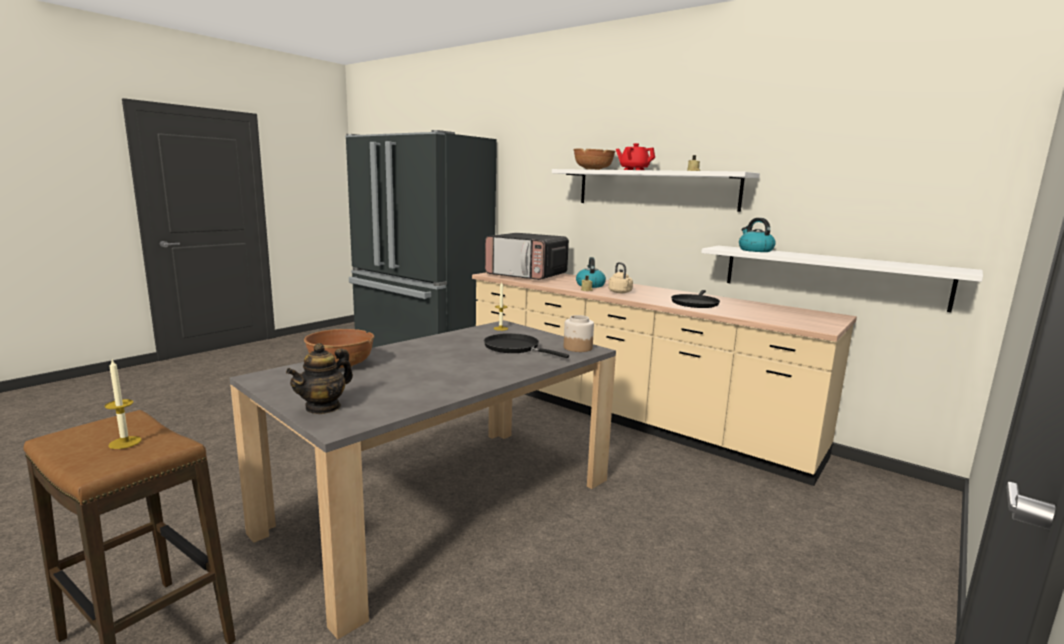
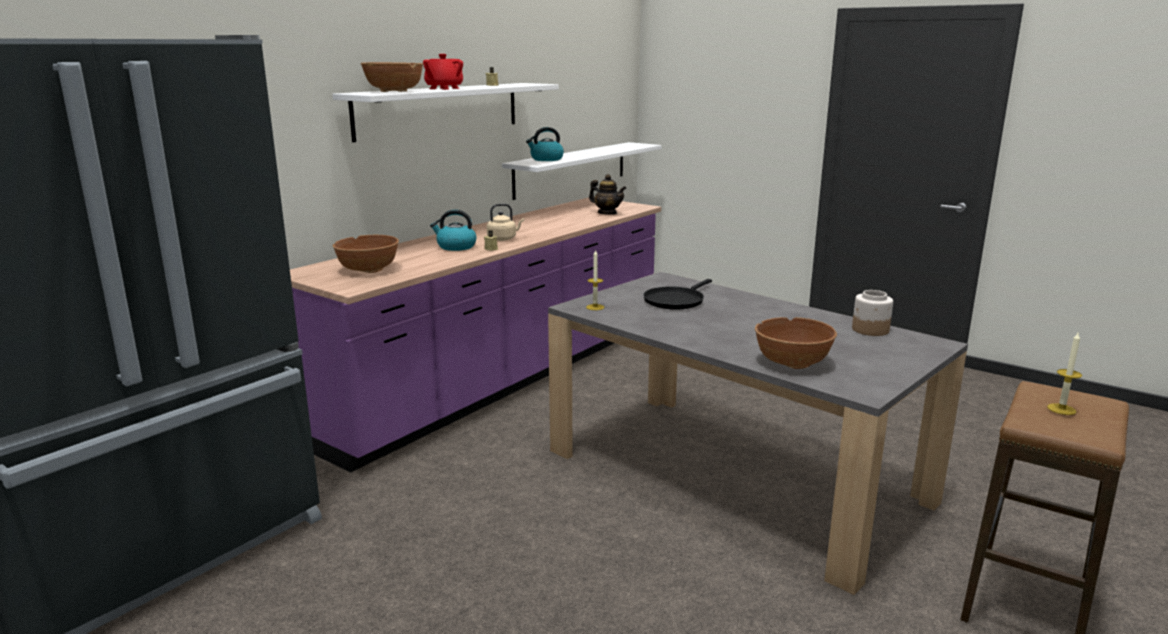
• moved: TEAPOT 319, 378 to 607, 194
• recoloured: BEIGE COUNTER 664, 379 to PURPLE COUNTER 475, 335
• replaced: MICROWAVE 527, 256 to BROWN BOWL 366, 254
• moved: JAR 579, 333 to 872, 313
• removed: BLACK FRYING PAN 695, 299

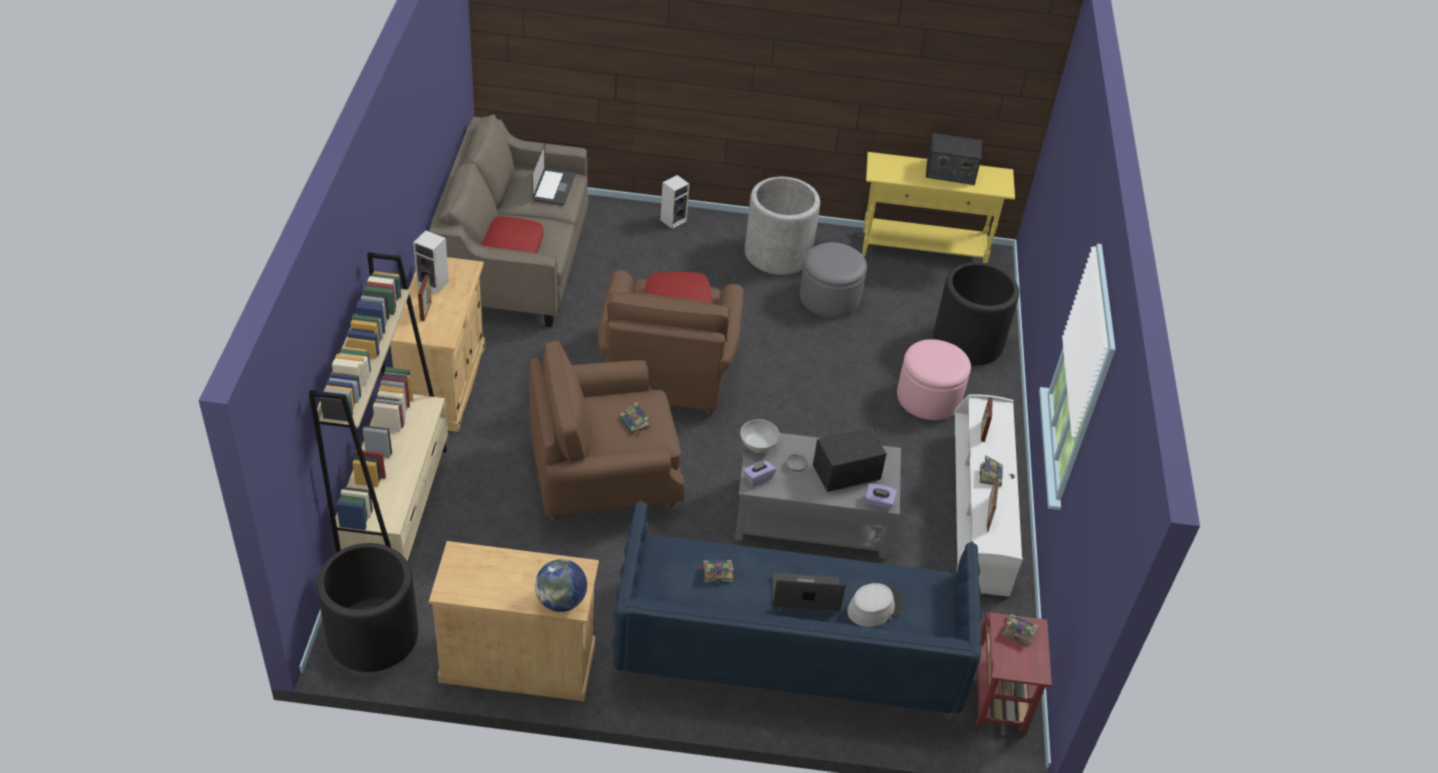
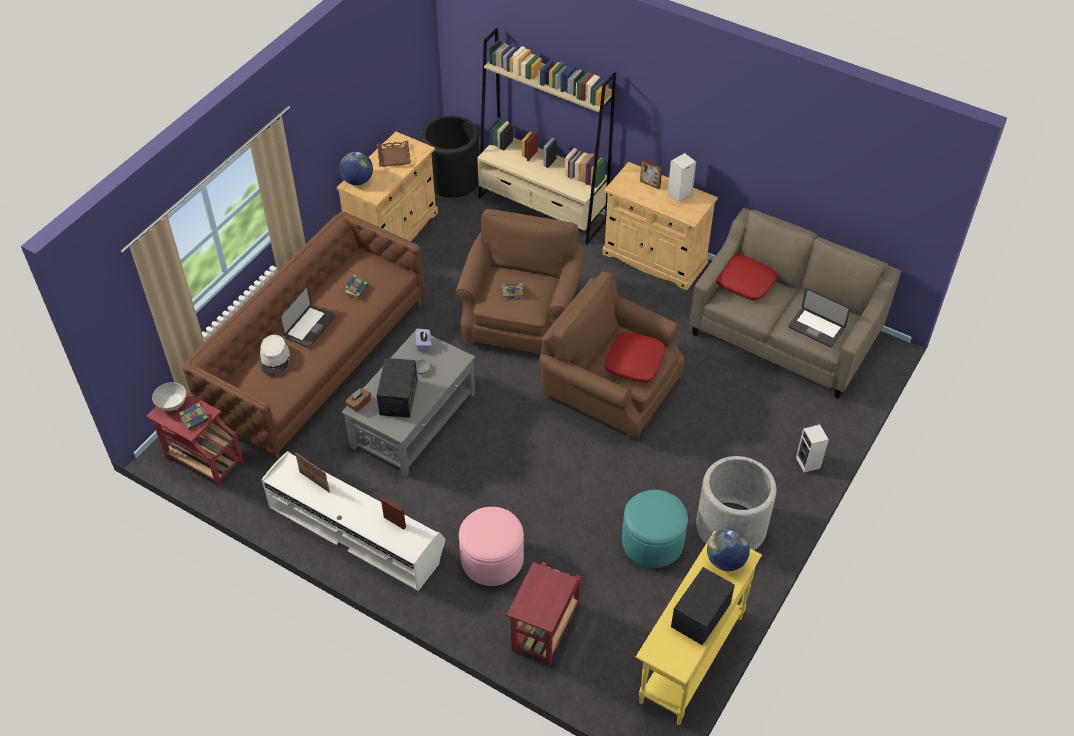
• recoloured: BLUE SOFA 797, 611 to BROWN SOFA 303, 336
• moved: WHITE BOWL 760, 435 to 169, 396
• recoloured: GREY OTTOMAN 833, 280 to TURQUOISE OTTOMAN 655, 529
• recoloured: PURPLE TISSUE BOX 881, 496 to BROWN TISSUE BOX 358, 400
• replaced: BLACK PLANTER 976, 313 to RED SIDE TABLE 543, 614
• removed: BOOK 991, 471
• added: BROWN TRAY 394, 154
• added: GLOBE 728, 549

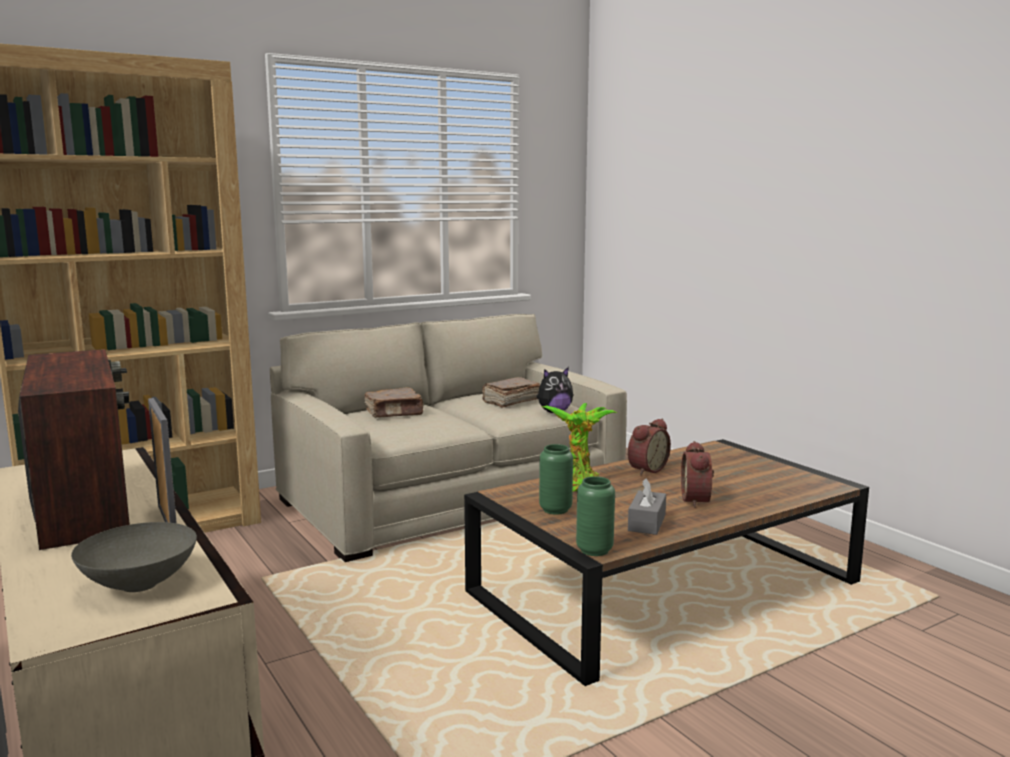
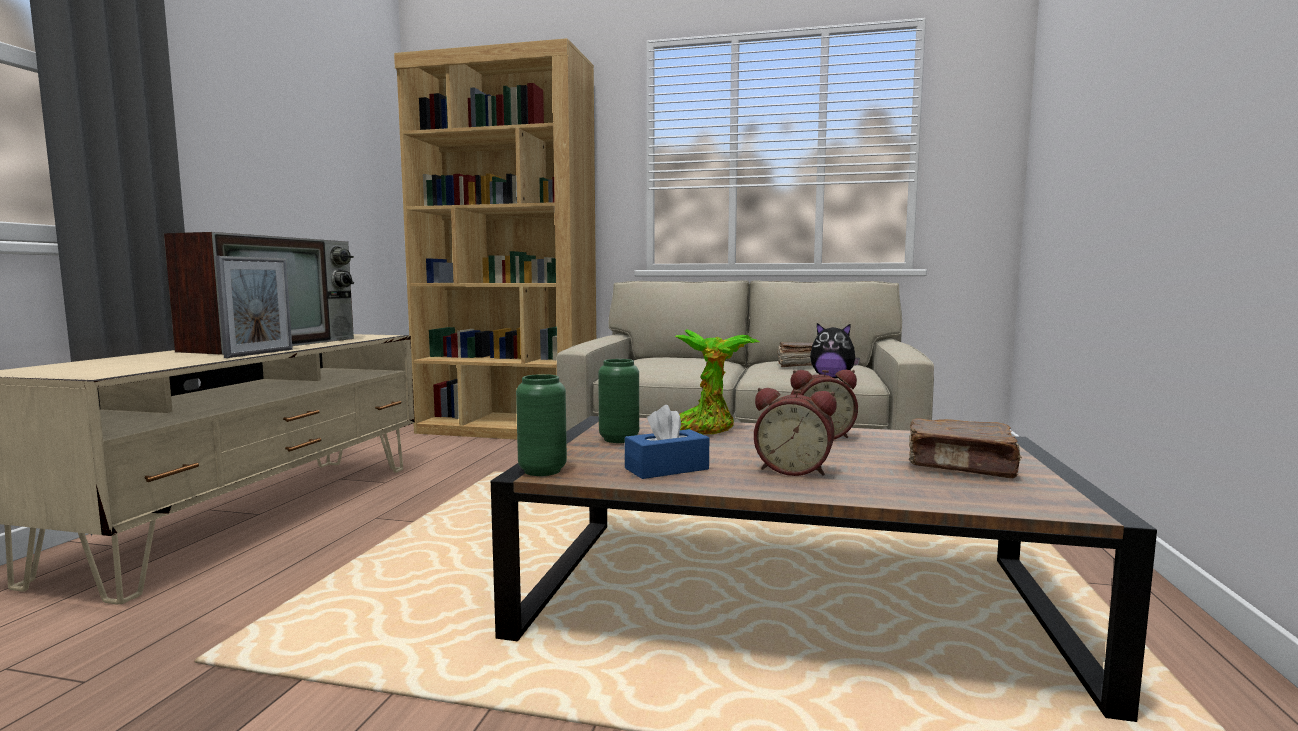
• removed: GREY BOWL 134, 557
• moved: BROWN BOOK 394, 402 to 965, 448
• recoloured: GREY TISSUE BOX 647, 506 to BLUE TISSUE BOX 667, 442
• turned: ALARM CLOCK 697, 474 = 795, 432 120 degrees counterclockwise

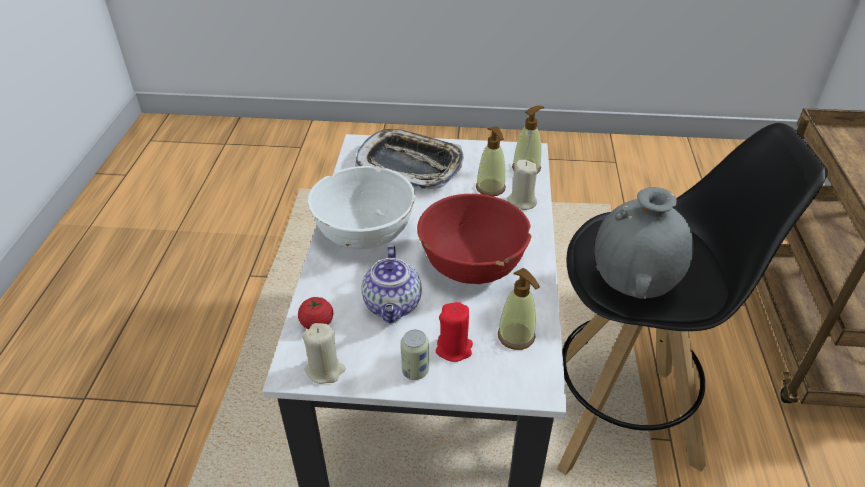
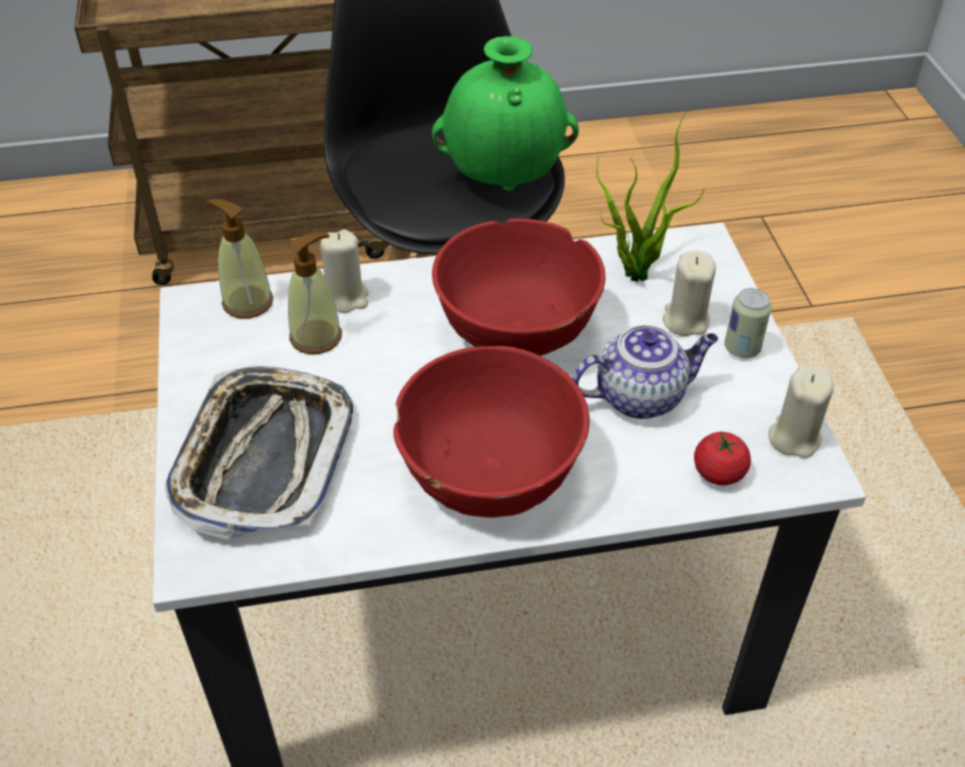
• recoloured: WHITE BOWL 362, 207 to RED BOWL 491, 432
• recoloured: RED CANDLE 454, 332 to BEIGE CANDLE 689, 293
• replaced: SOAP DISPENSER 519, 309 to POTTED PLANT 650, 194
• recoloured: GREY VASE 643, 243 to GREEN VASE 505, 113

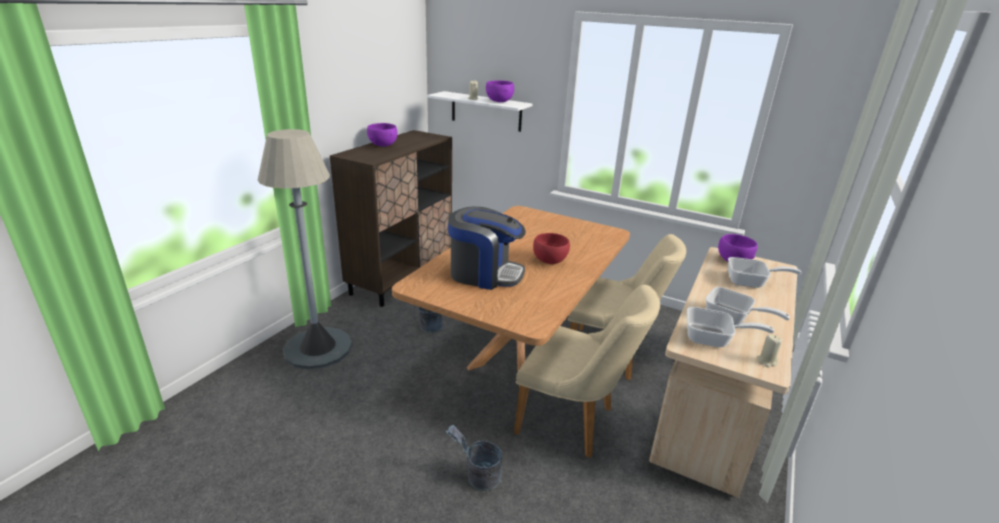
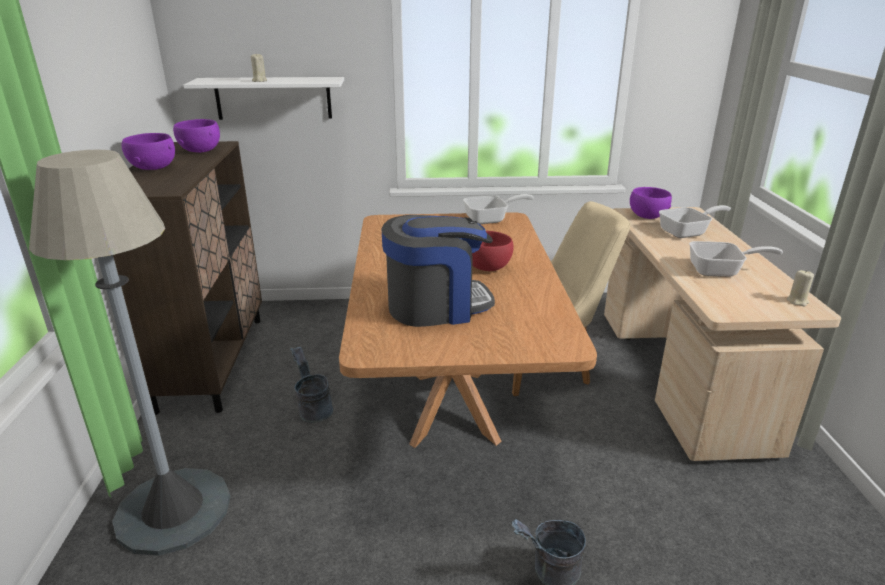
• moved: PURPLE BOWL 500, 91 to 196, 136
• removed: BEIGE CHAIR 587, 371
• moved: FRYING PAN 730, 327 to 498, 209

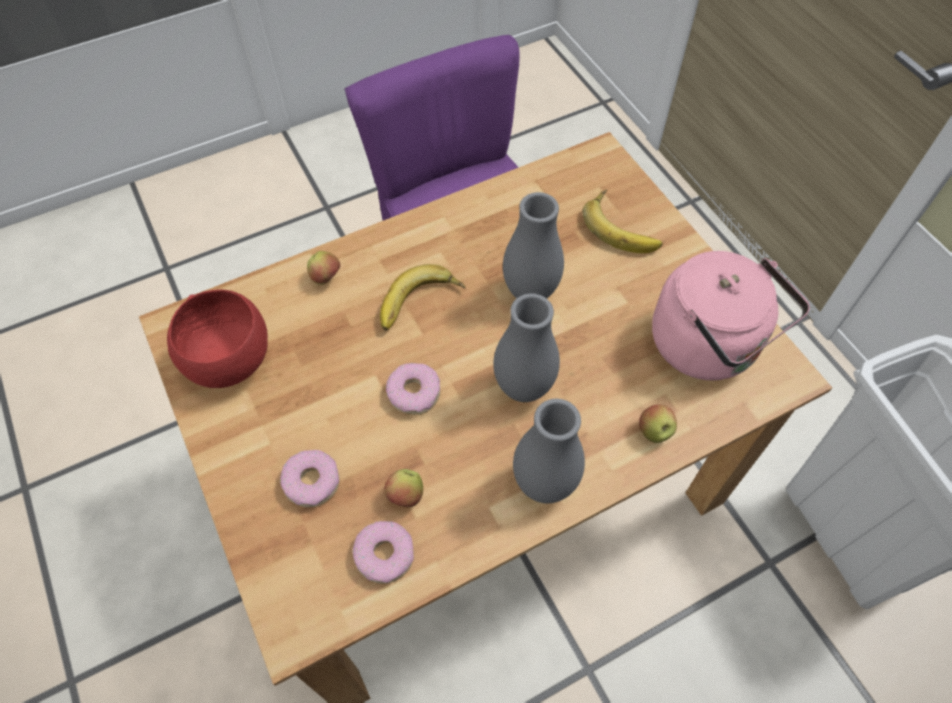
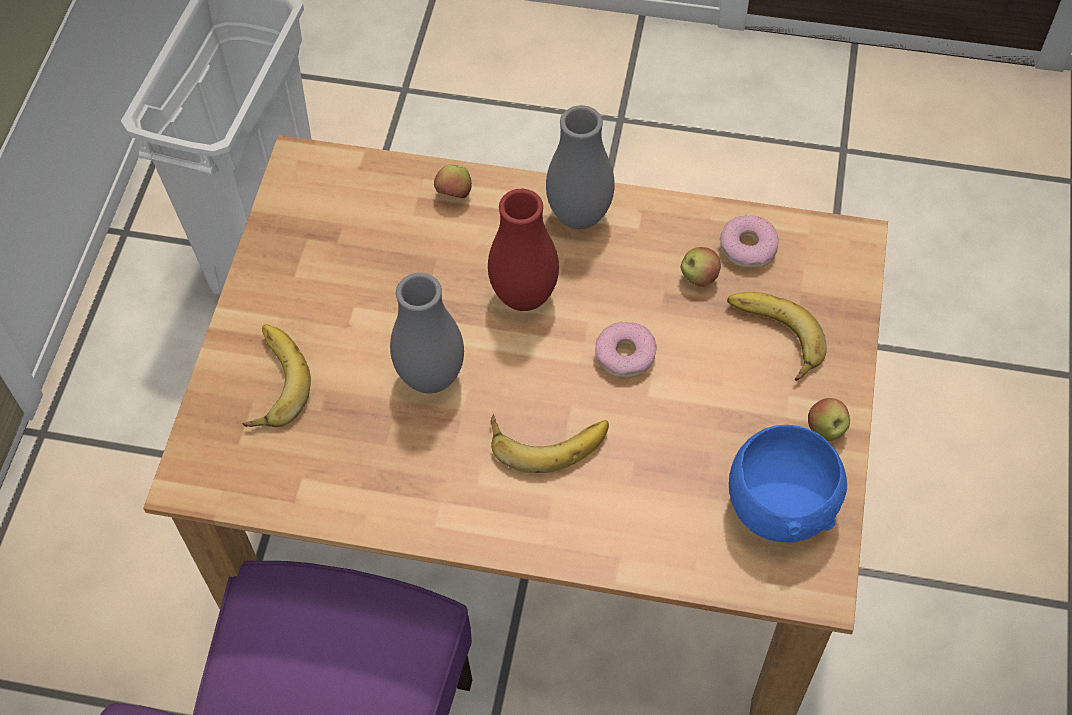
• recoloured: RED BOWL 217, 338 to BLUE BOWL 788, 484
• replaced: DONUT 309, 479 to BANANA 777, 336
• moved: APPLE 323, 268 to 829, 419
• recoloured: GREY VASE 526, 347 to RED VASE 523, 250
• removed: PINK KETTLE 731, 315

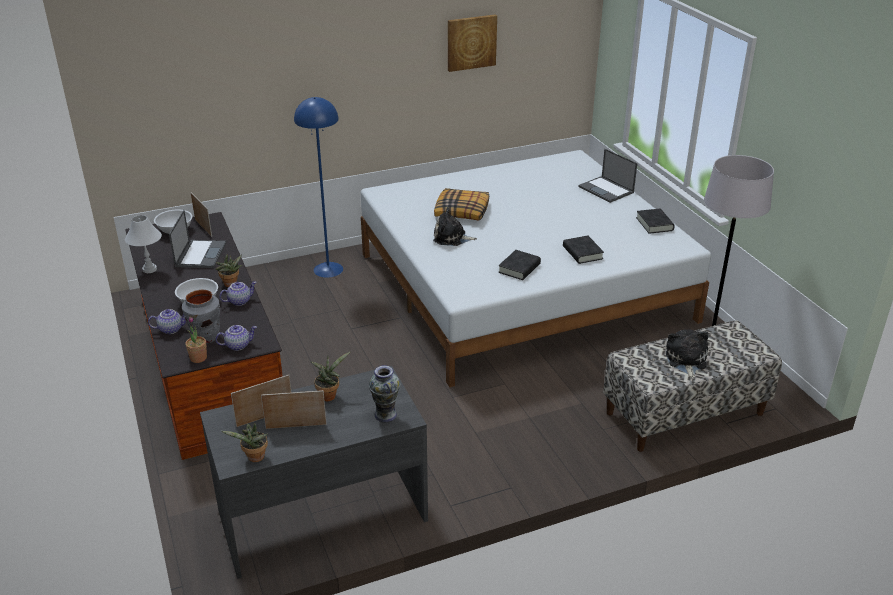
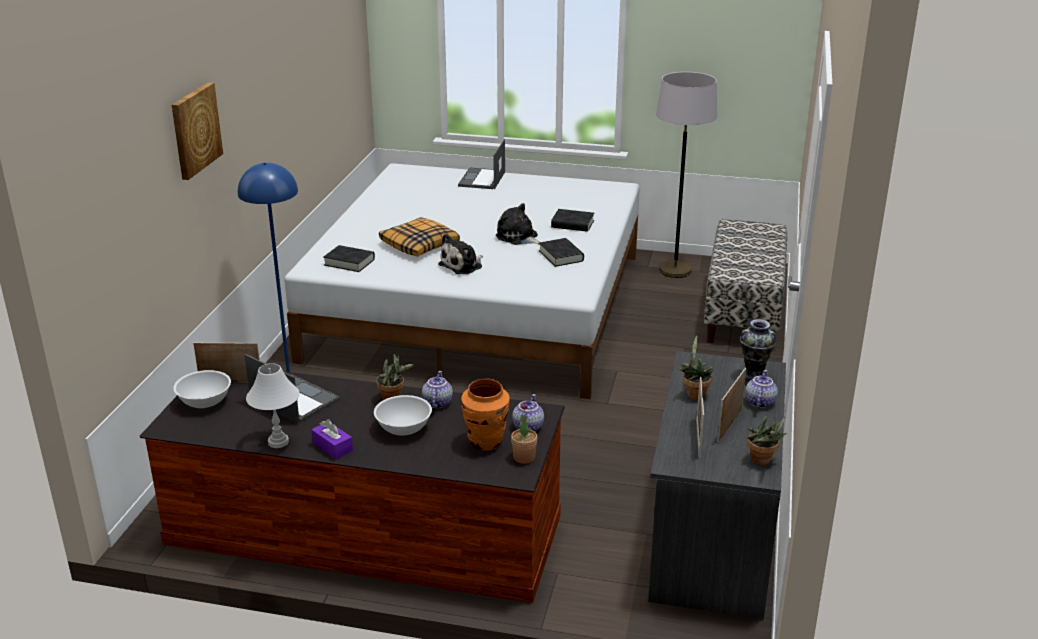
• moved: TEAPOT 167, 321 to 761, 389
• recoloured: GREY VASE 201, 317 to ORANGE VASE 485, 415
• moved: PICTURE 472, 43 to 197, 131
• turned: LAPTOP 607, 176 = 481, 164 105 degrees clockwise
• moved: BLACK BOOK 655, 221 to 349, 258
• moved: PLUSH TOY 687, 354 to 518, 224
• added: PURPLE TISSUE BOX 332, 439

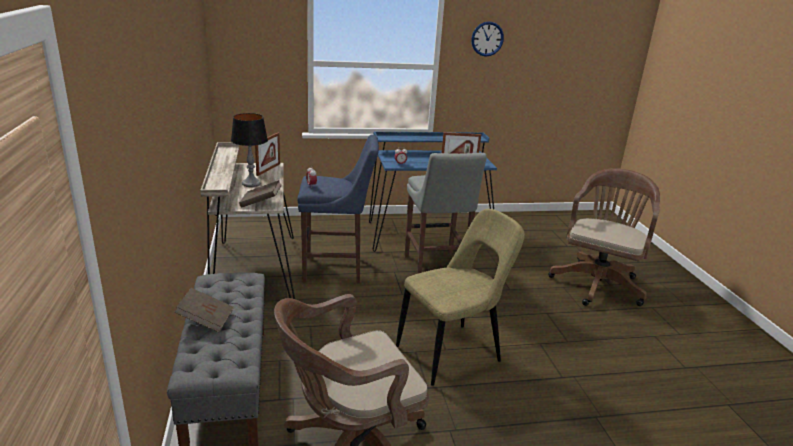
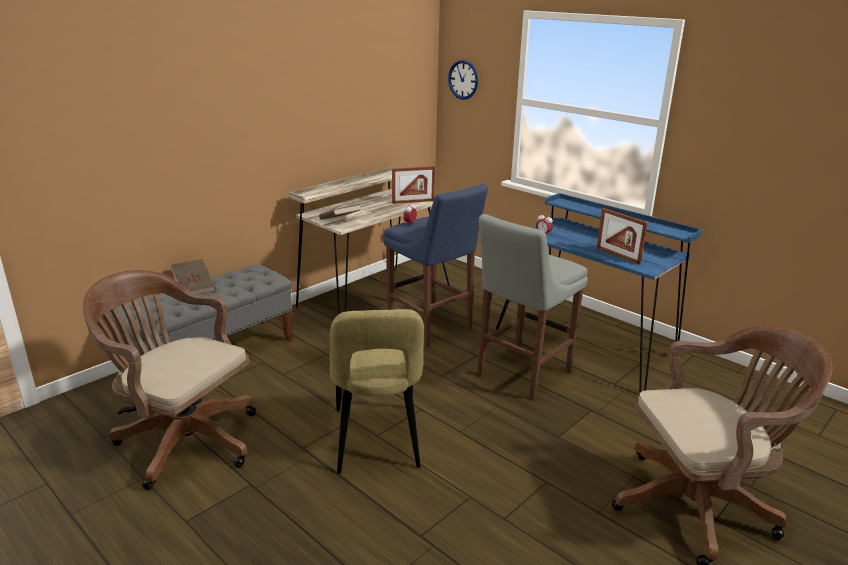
• removed: TABLE LAMP 249, 150
• turned: BEIGE CHAIR 460, 297 = 377, 391 60 degrees clockwise
• moved: WALL CLOCK 487, 39 to 463, 80

